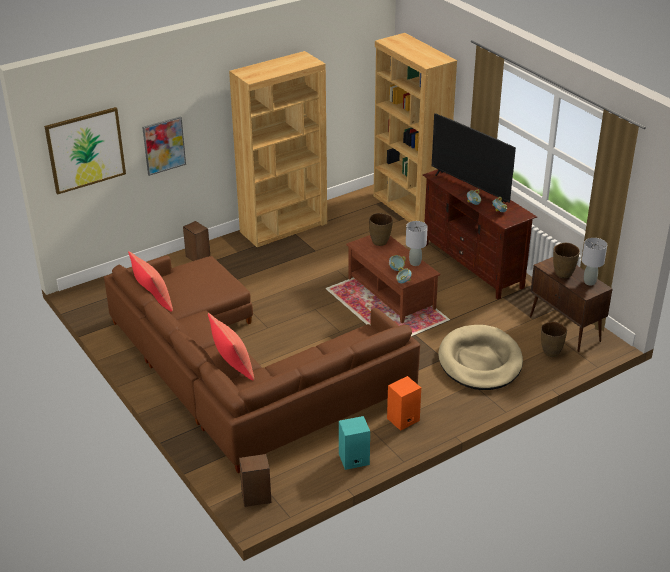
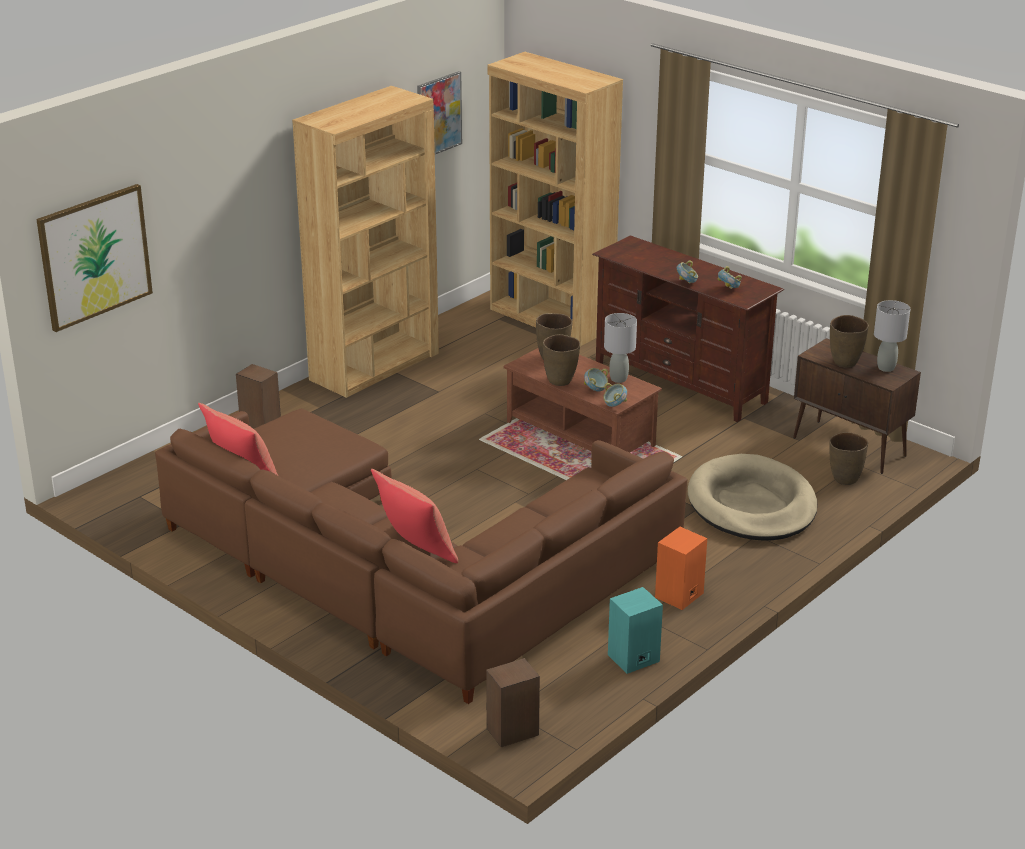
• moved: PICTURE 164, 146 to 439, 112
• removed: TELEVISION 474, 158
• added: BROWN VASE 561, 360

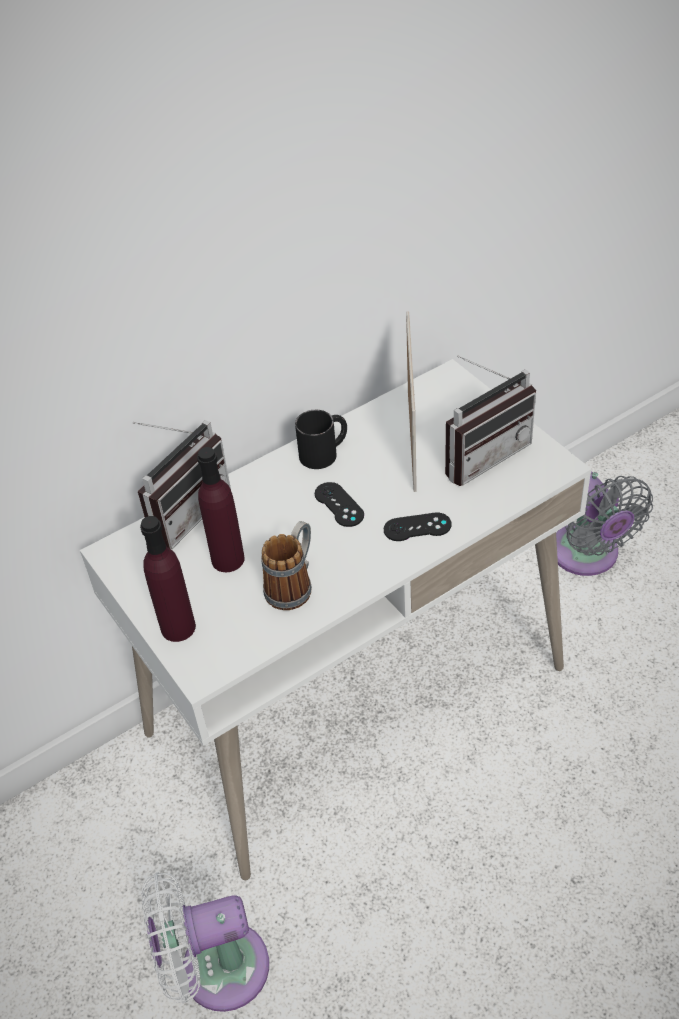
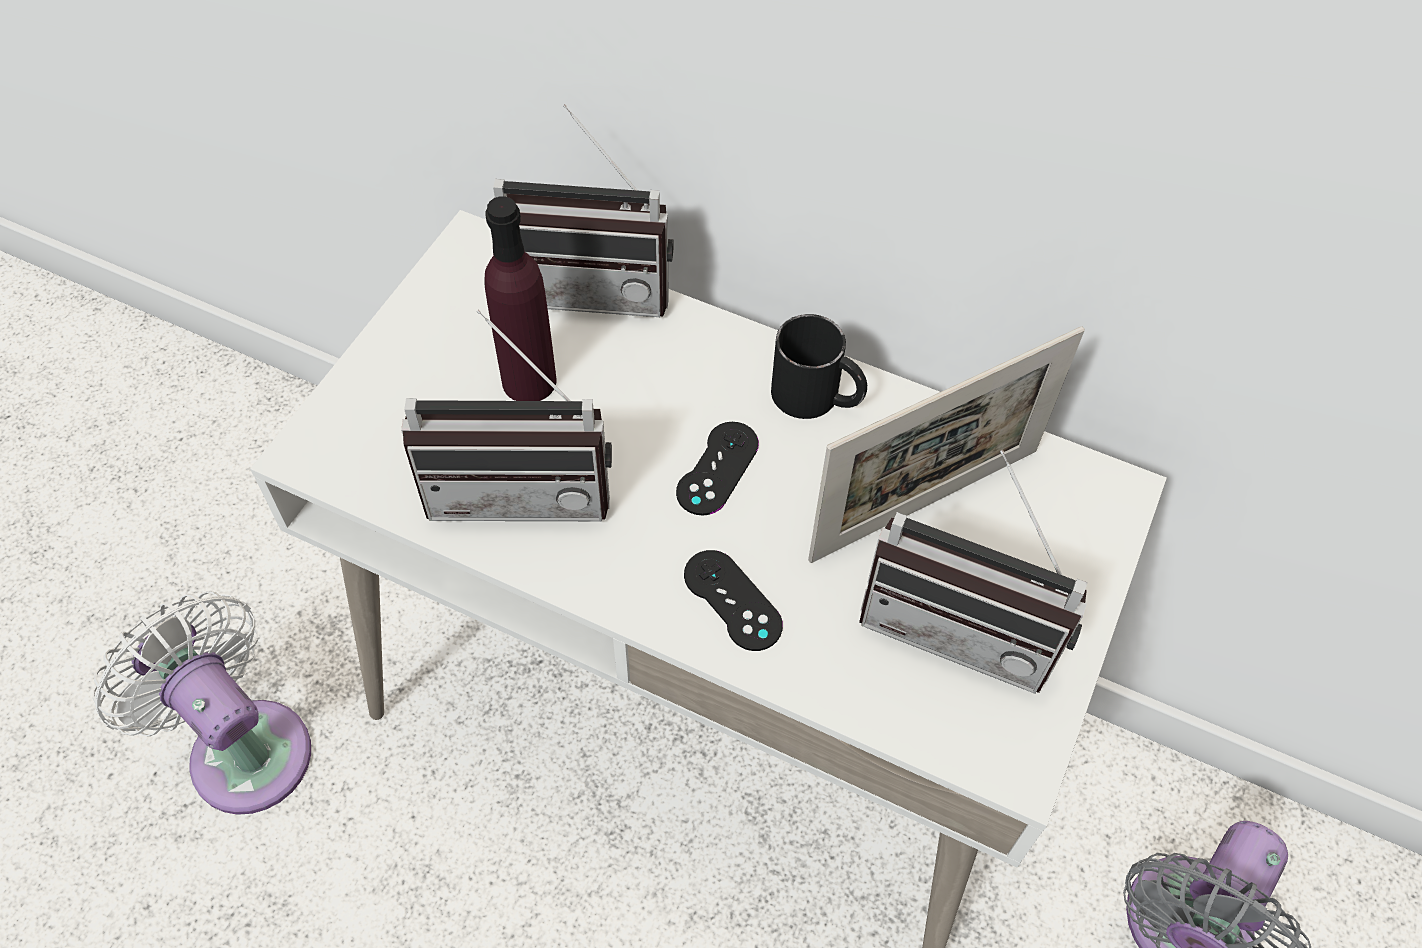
• removed: PURPLE BOTTLE 168, 579
• replaced: MUG 286, 565 to RADIO 506, 415

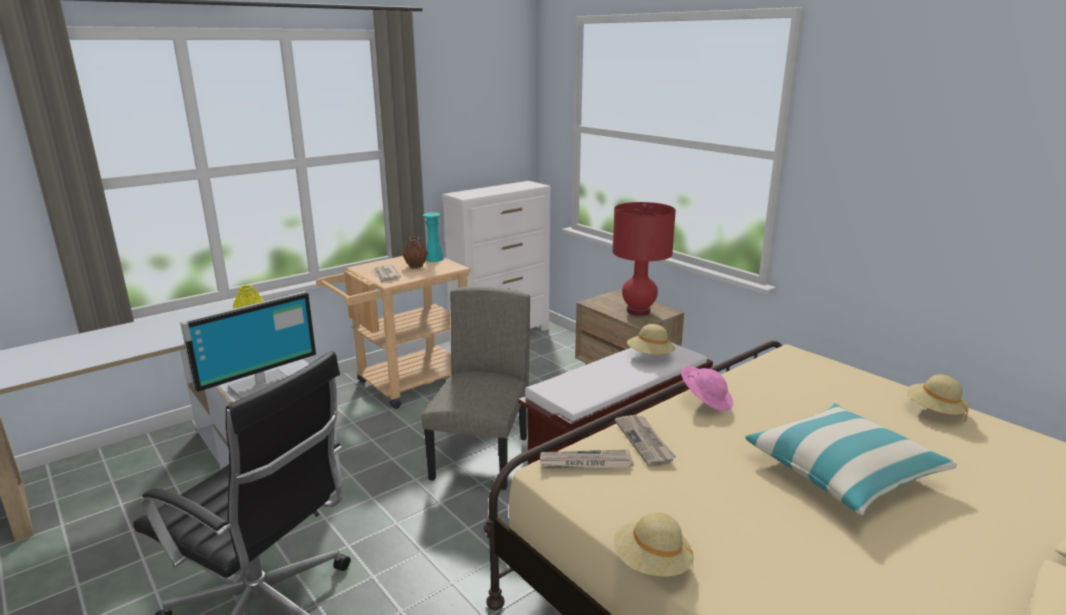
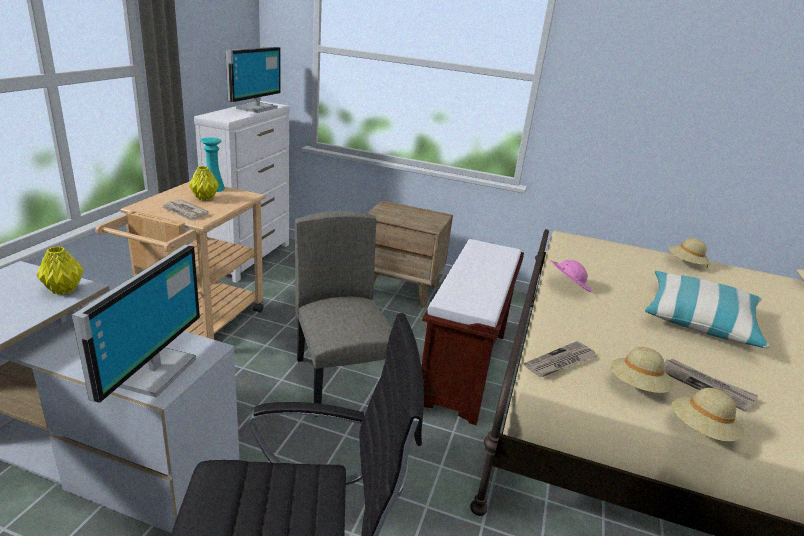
• recoloured: BROWN VASE 415, 252 to YELLOW VASE 204, 183
• removed: RED TABLE LAMP 644, 259
• moved: NEWSPAPER 645, 441 to 711, 385
• moved: BEIGE HAT 651, 339 to 642, 370
• added: MONITOR 253, 80

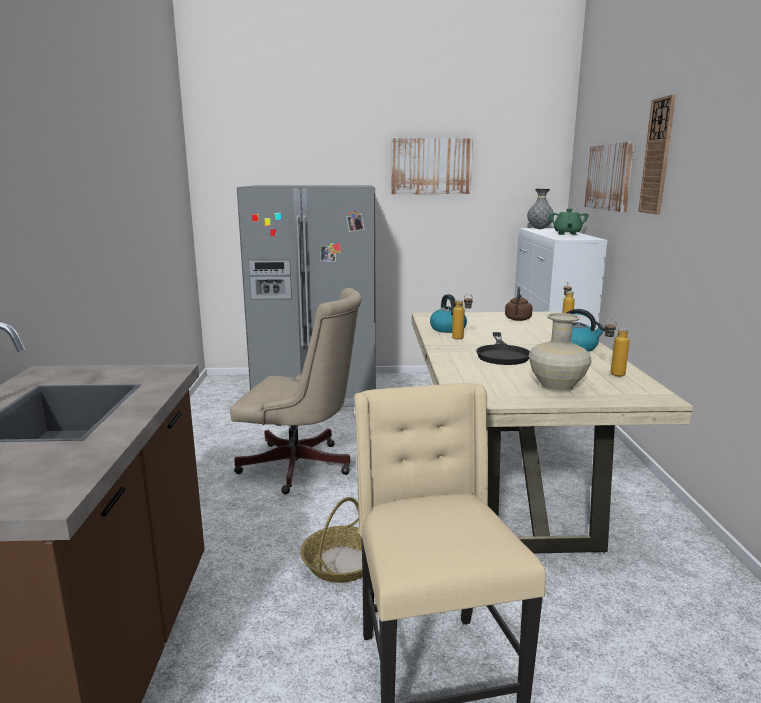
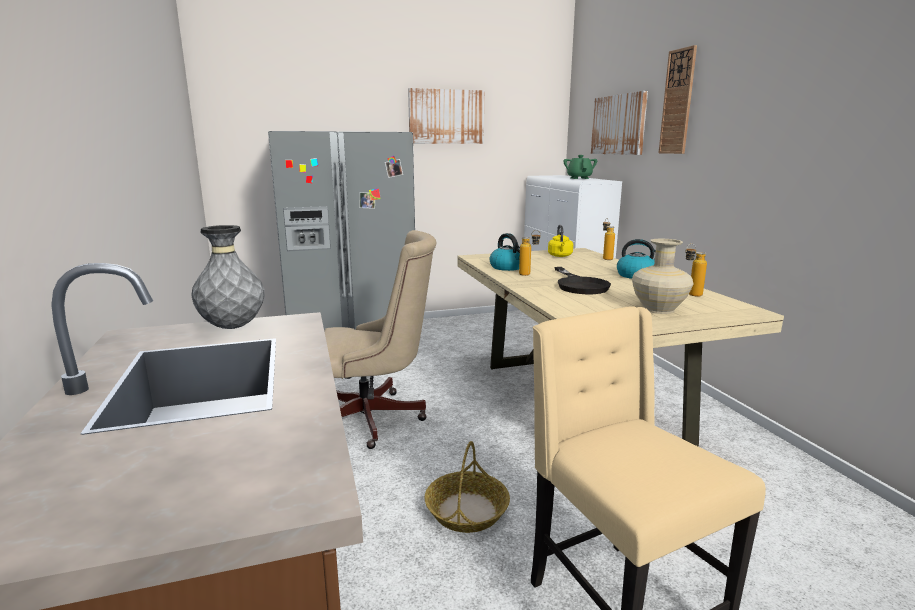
• recoloured: BROWN KETTLE 519, 303 to YELLOW KETTLE 560, 241
• moved: GREY VASE 540, 209 to 227, 277

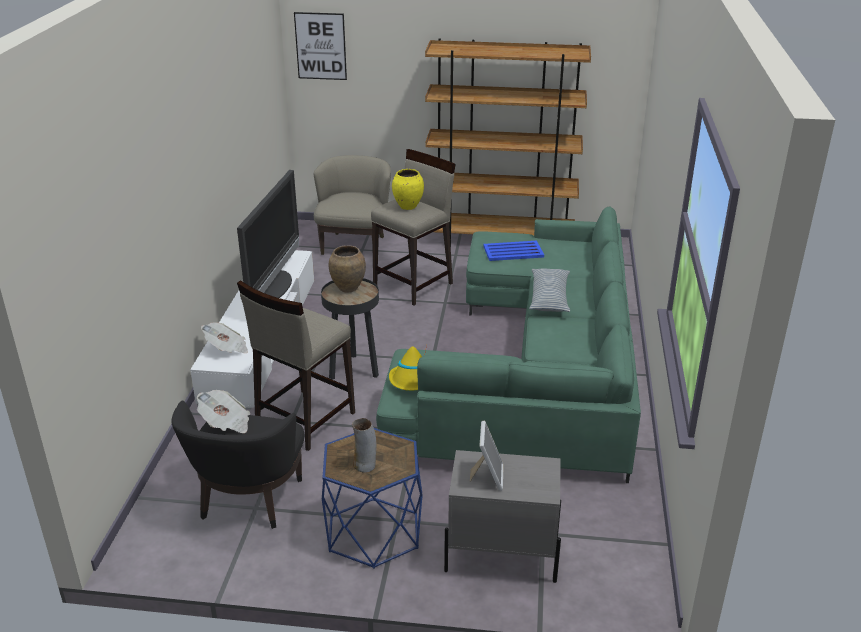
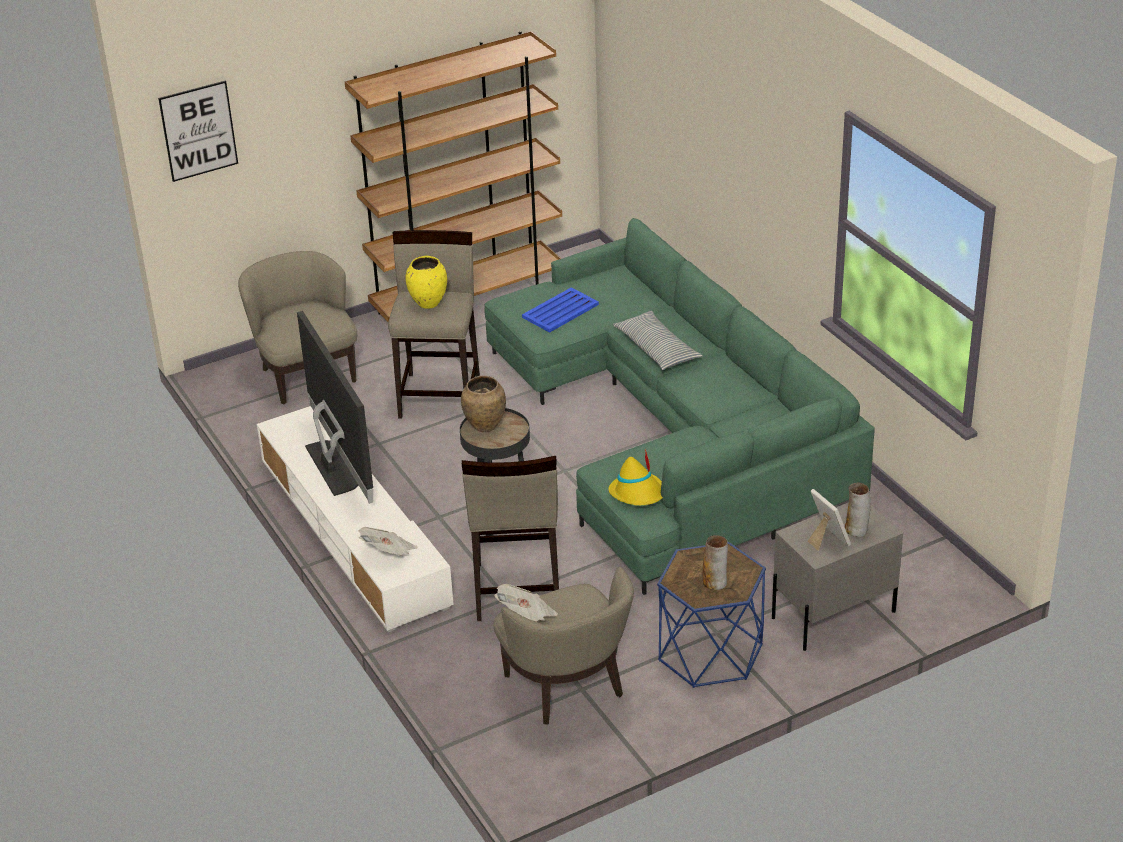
• recoloured: BLACK ARMCHAIR 237, 465 to BEIGE ARMCHAIR 563, 645
• added: VASE 858, 509

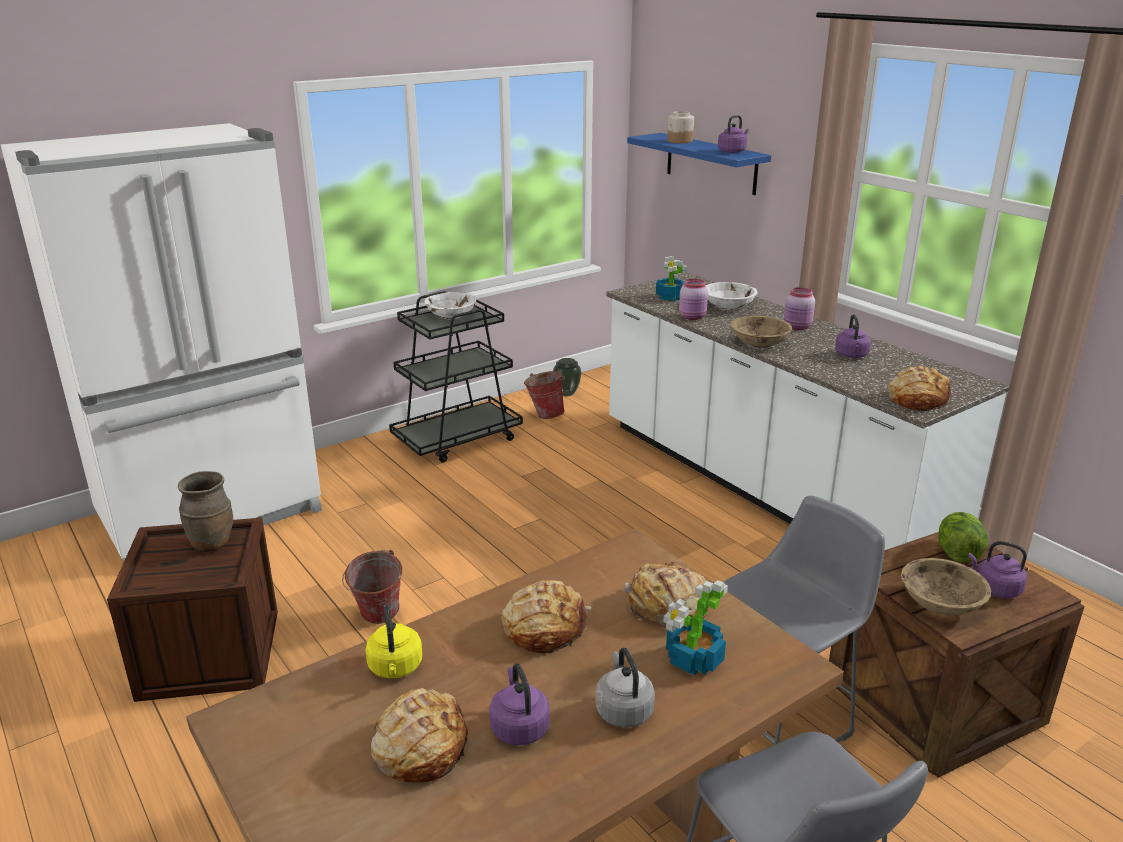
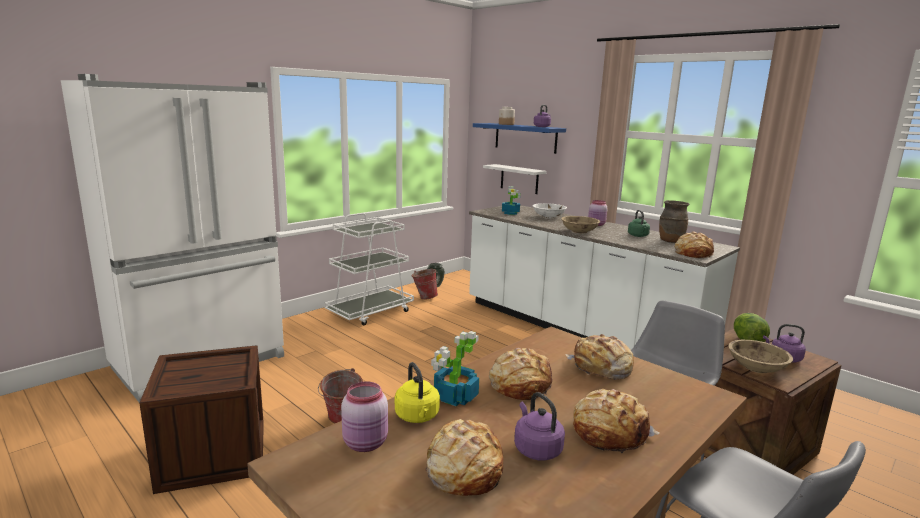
• moved: BROWN VASE 205, 511 to 674, 221
• recoloured: BLACK CART 456, 377 to WHITE CART 369, 269
• removed: WHITE BOWL 450, 305
• replaced: GREY KETTLE 625, 687 to BREAD 616, 421
• moved: POTTED PLANT 695, 627 to 455, 368
• moved: PINK JAR 693, 299 to 364, 416
• recoloured: PURPLE KETTLE 853, 336 to GREEN KETTLE 639, 223
• added: WHITE SHELF 515, 179

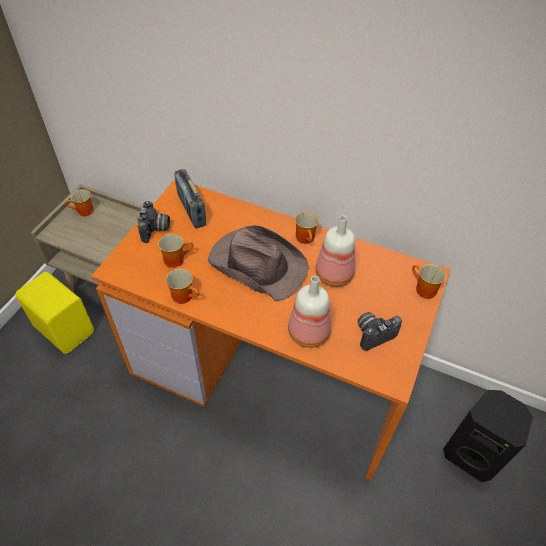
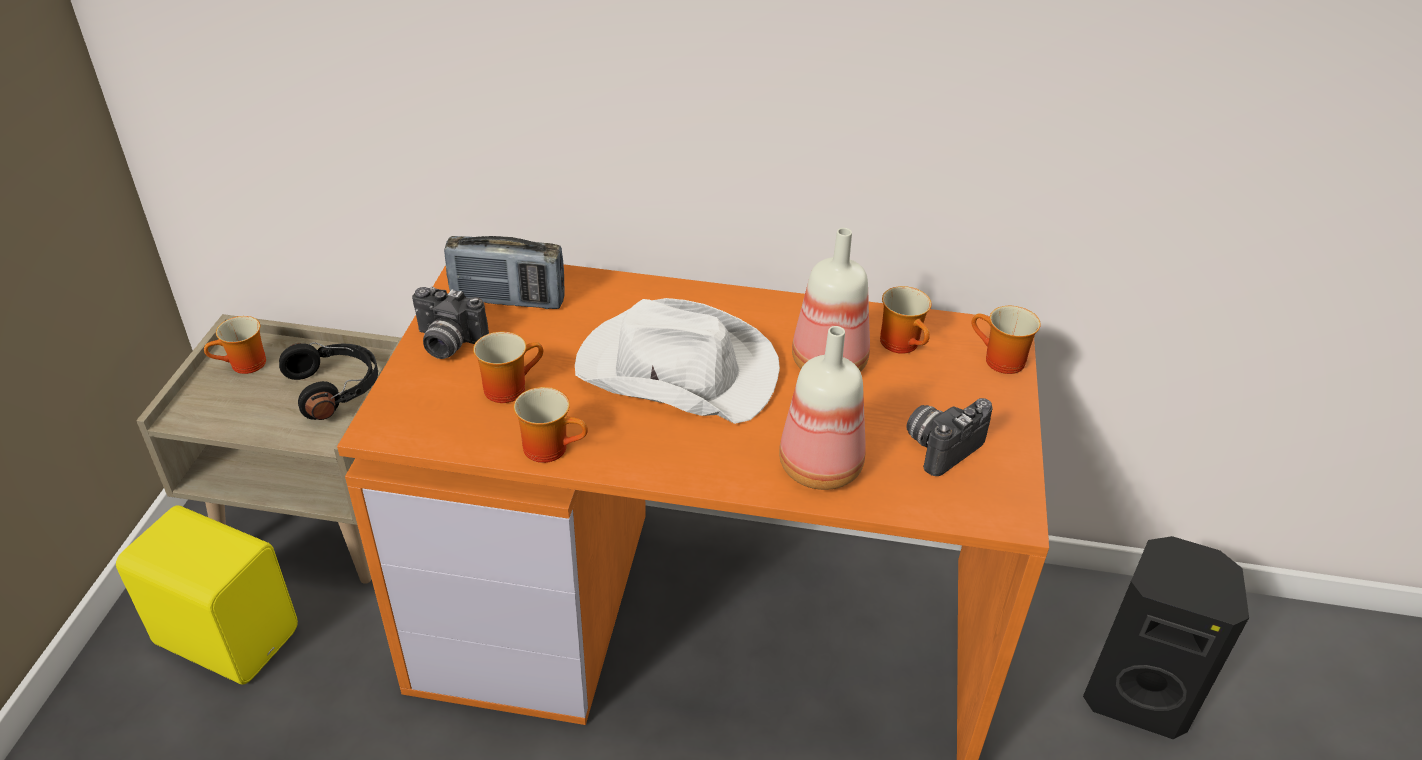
• turned: PHOTO CAMERA 153, 222 = 450, 323 120 degrees clockwise
• turned: RADIO 190, 198 = 504, 272 45 degrees counterclockwise
• recoloured: BROWN HAT 258, 263 to WHITE HAT 677, 361
• moved: MUG 307, 227 to 906, 320
• added: BLACK HEADPHONES 328, 381

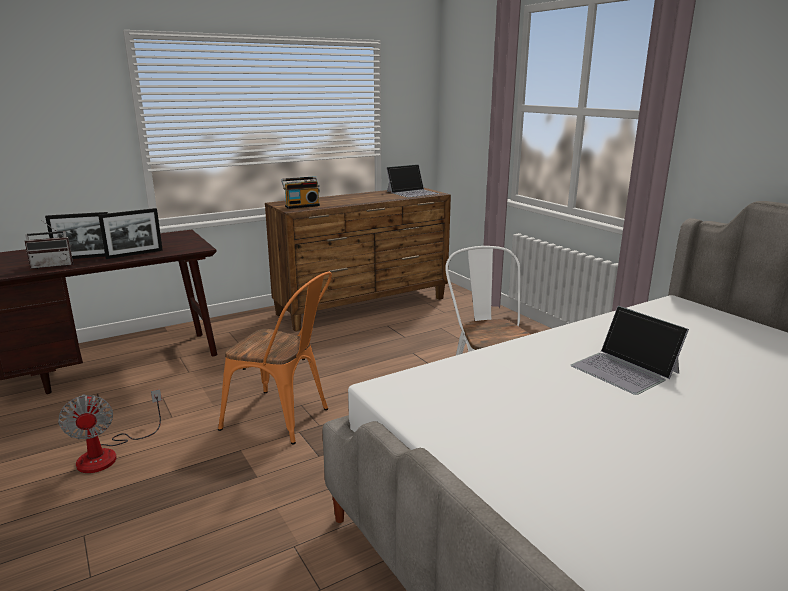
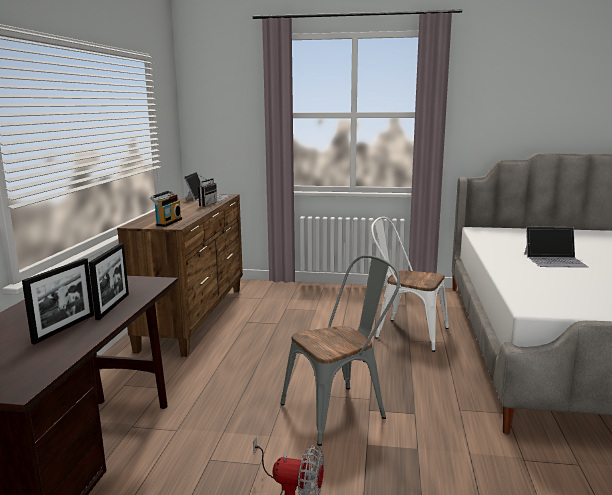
• moved: RADIO 48, 244 to 207, 190
• recoloured: ORANGE CHAIR 275, 358 to GREY CHAIR 340, 350

